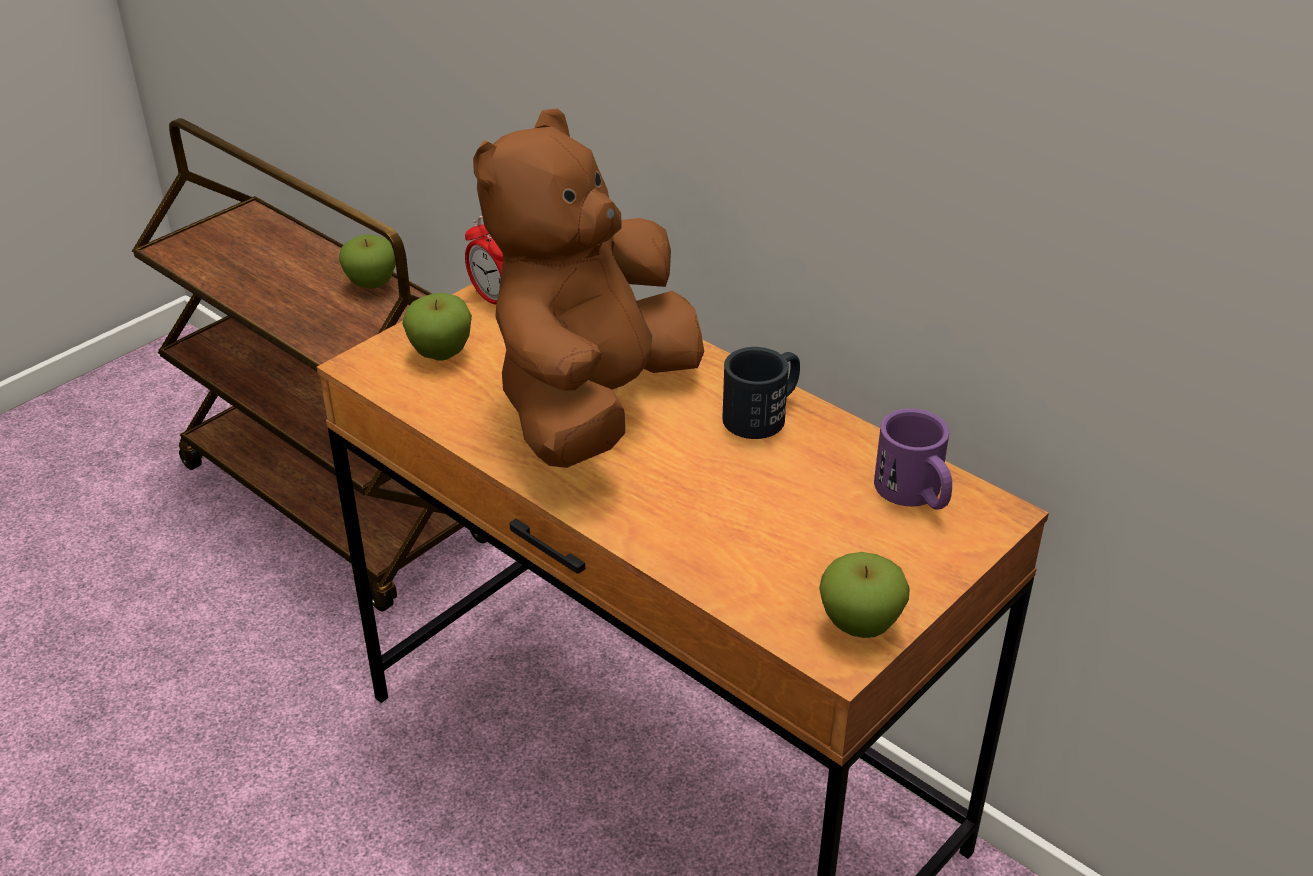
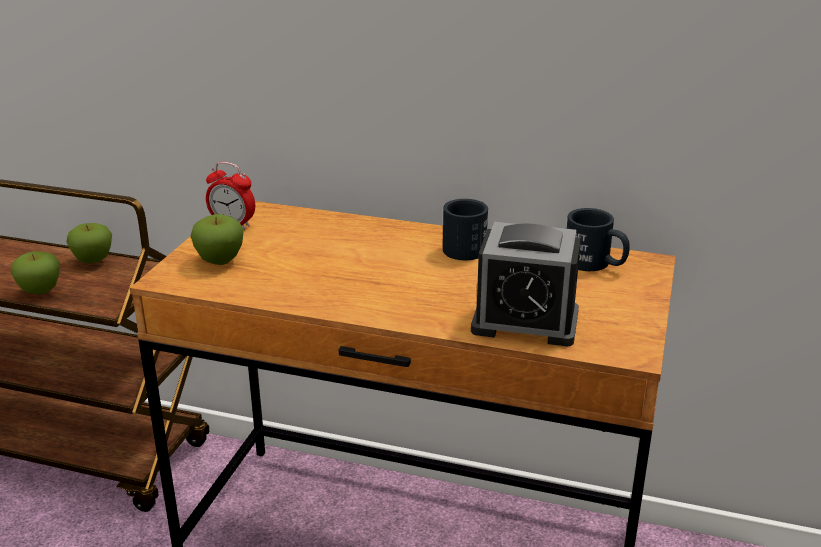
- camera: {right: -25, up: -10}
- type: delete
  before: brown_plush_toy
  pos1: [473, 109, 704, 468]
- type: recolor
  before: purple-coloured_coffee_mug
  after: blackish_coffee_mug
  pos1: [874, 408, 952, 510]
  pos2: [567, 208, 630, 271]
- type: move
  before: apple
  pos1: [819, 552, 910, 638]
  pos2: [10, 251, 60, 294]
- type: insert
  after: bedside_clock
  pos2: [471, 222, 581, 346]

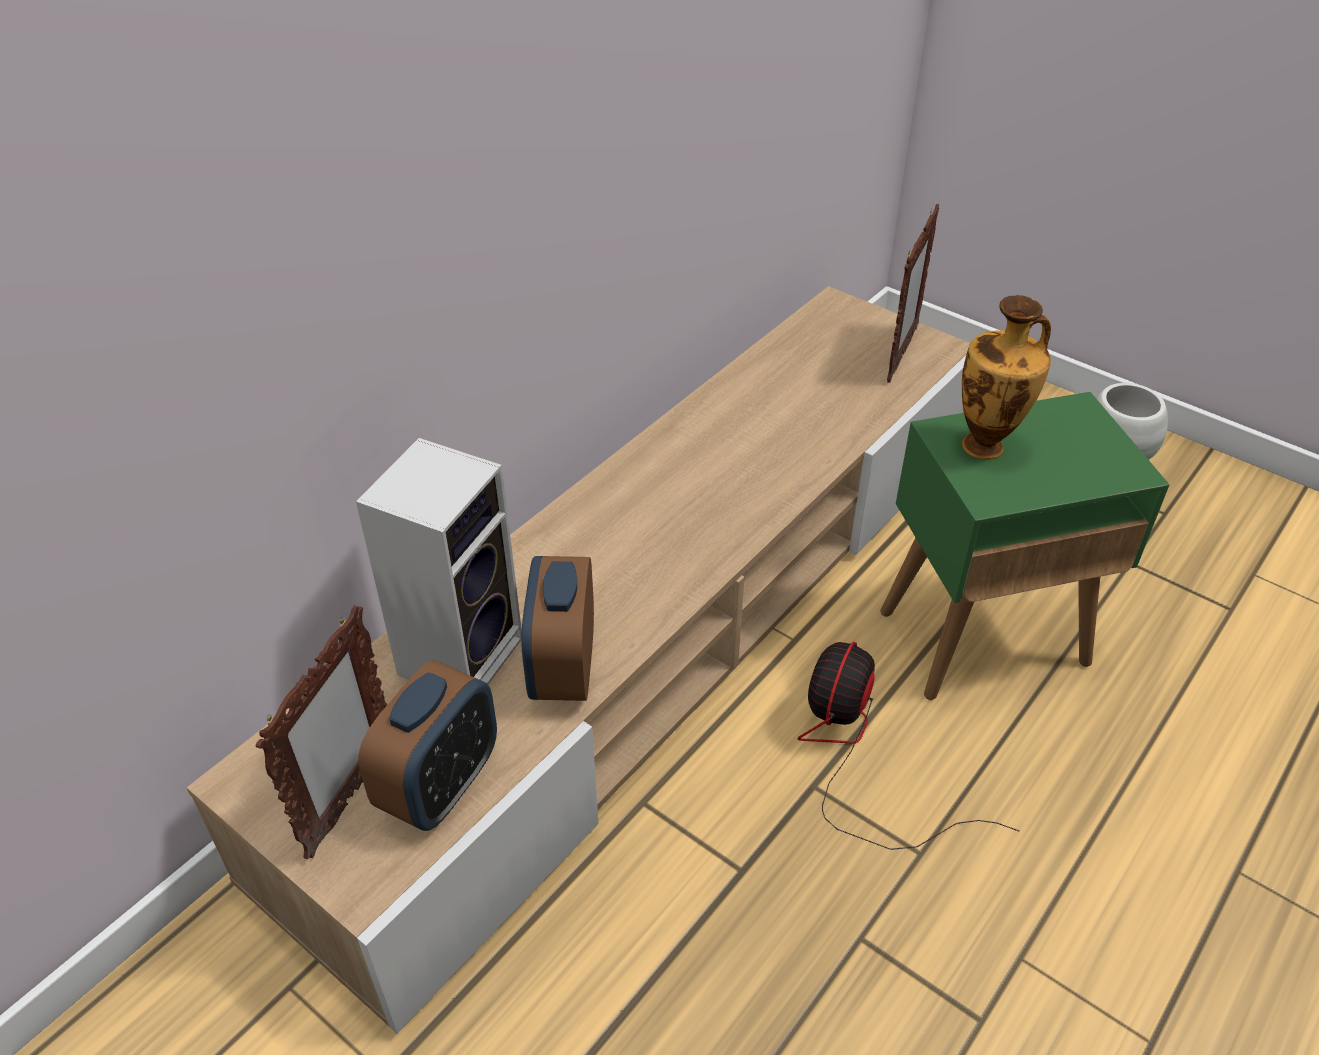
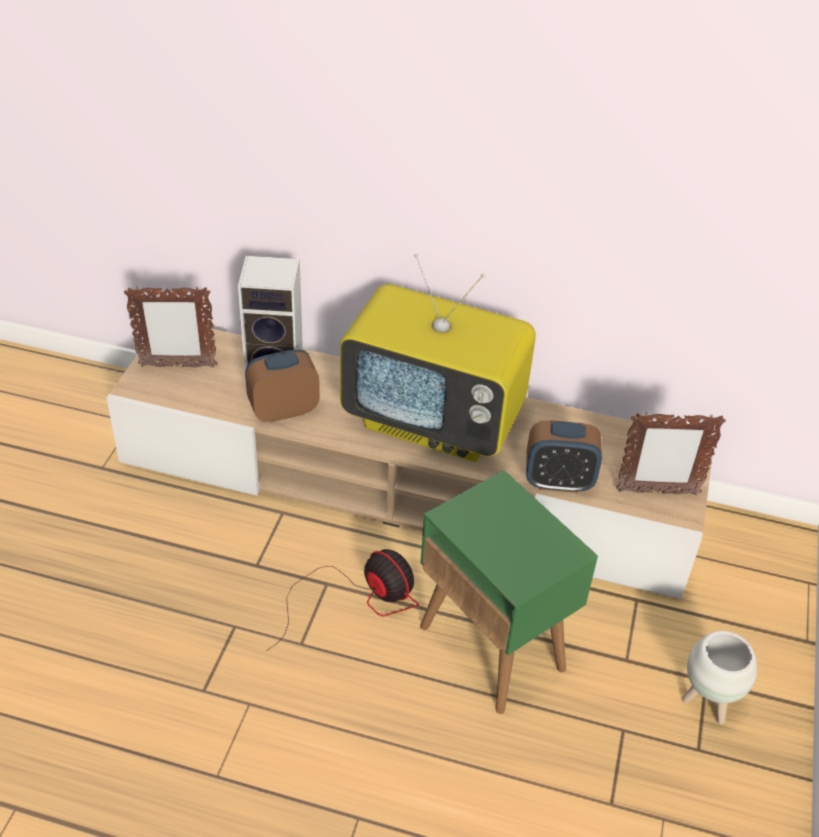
- camera: {right: 65, up: 0}
- type: delete
  before: flower_vase
  pos1: [962, 295, 1051, 460]
- type: rotate
  before: fan
  pos1: [798, 642, 1019, 850]
  pos2: [266, 549, 419, 651]
  turn: 45
- type: move
  before: bedside_clock
  pos1: [358, 660, 497, 831]
  pos2: [526, 421, 602, 493]
- type: insert
  after: television
  pos2: [340, 254, 536, 462]

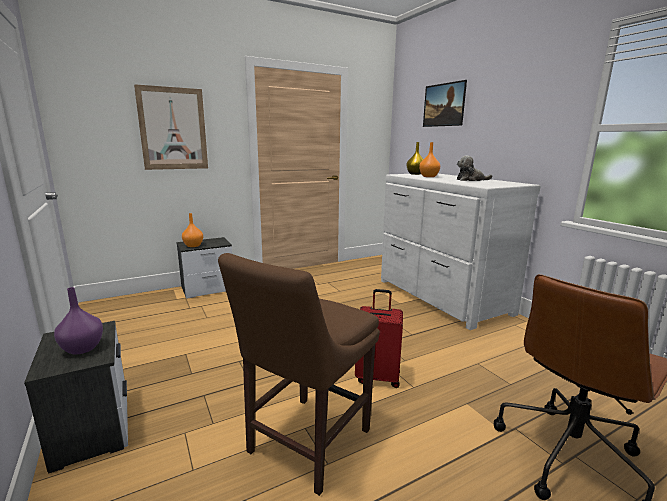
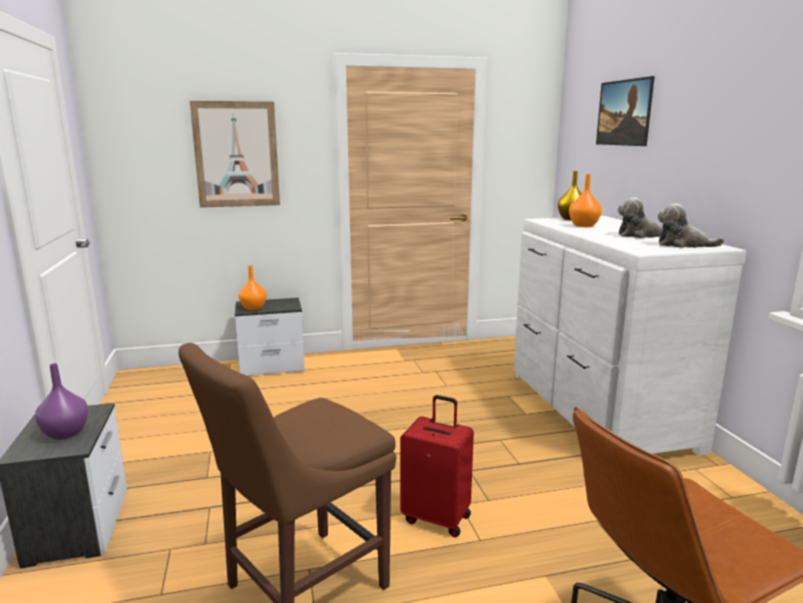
- camera: {right: 15, up: 0}
- type: insert
  after: plush_toy
  pos2: [657, 203, 724, 248]

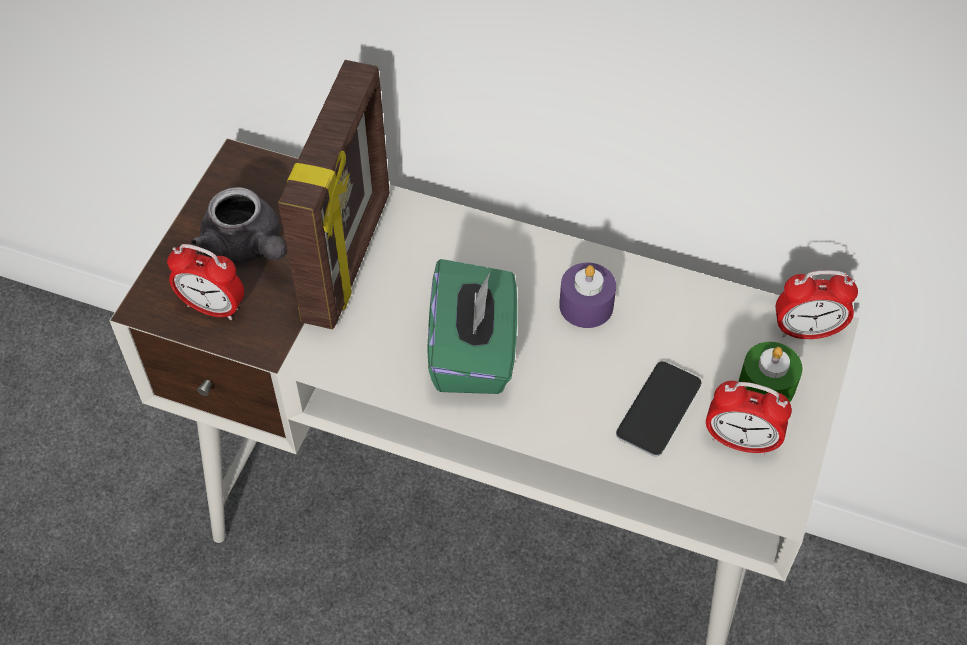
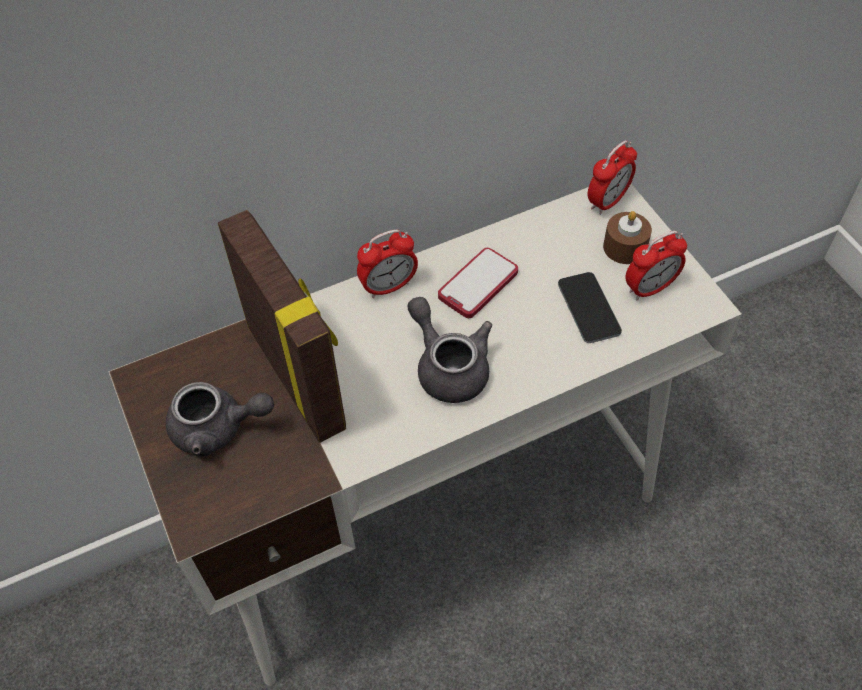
- camera: {right: -45, up: 0}
- type: move
  before: bedside_clock
  pos1: [167, 244, 244, 320]
  pos2: [357, 230, 418, 298]
- type: replace
  before: green_tissue_box
  after: grey_tea_pot
  pos1: [427, 259, 517, 394]
  pos2: [408, 297, 492, 403]
- type: replace
  before: purple-coloured_wax_light
  after: handset
  pos1: [559, 263, 616, 328]
  pos2: [438, 248, 518, 318]
- type: recolor
  before: green_wax_light
  after: brown_wax_light
  pos1: [739, 342, 802, 402]
  pos2: [603, 211, 652, 264]

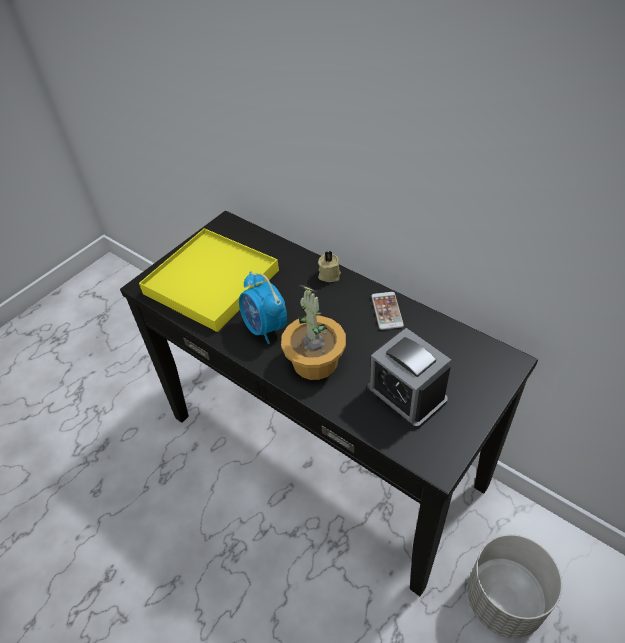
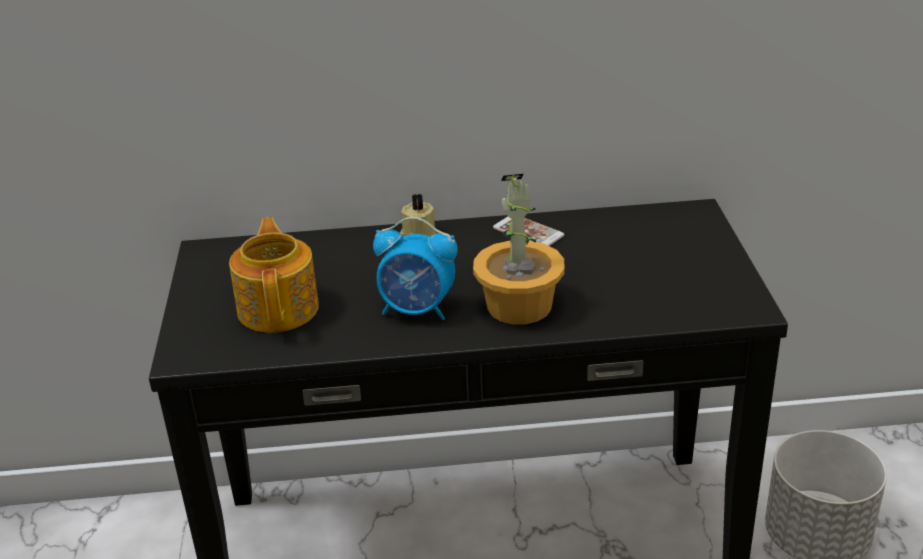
- camera: {right: -45, up: -15}
- type: replace
  before: yellow-coloured_tray
  after: tea_pot
  pos1: [139, 228, 279, 332]
  pos2: [229, 217, 319, 333]
- type: delete
  before: bedside_clock
  pos1: [367, 328, 451, 429]

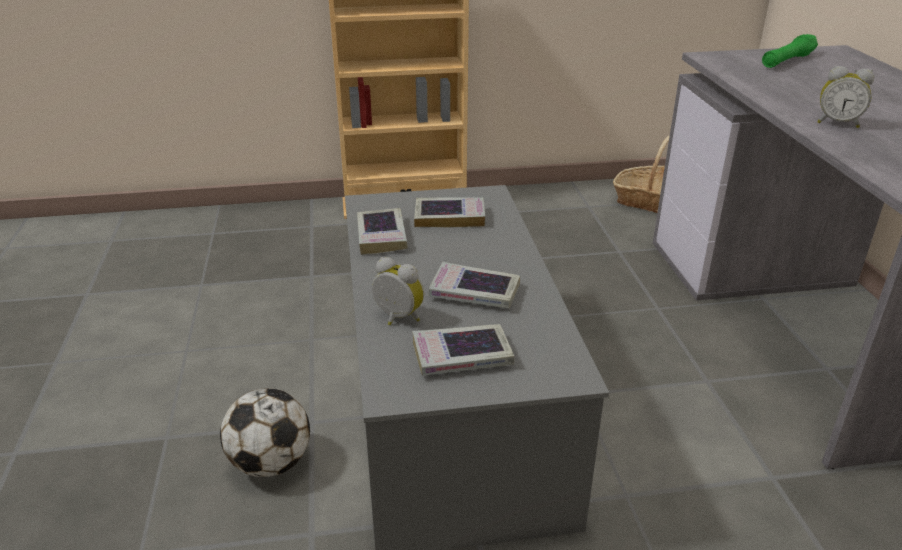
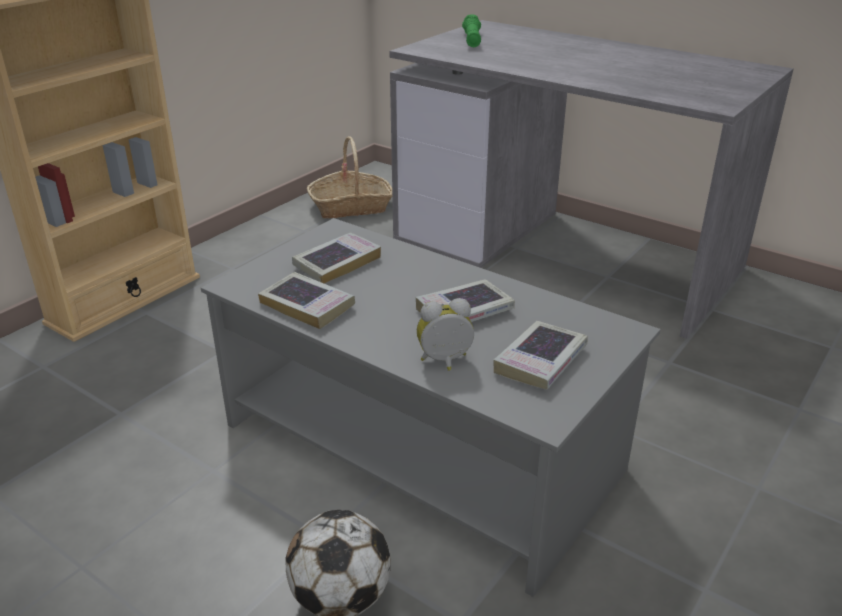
- camera: {right: -45, up: 0}
- type: delete
  before: bedside_clock
  pos1: [817, 66, 874, 128]

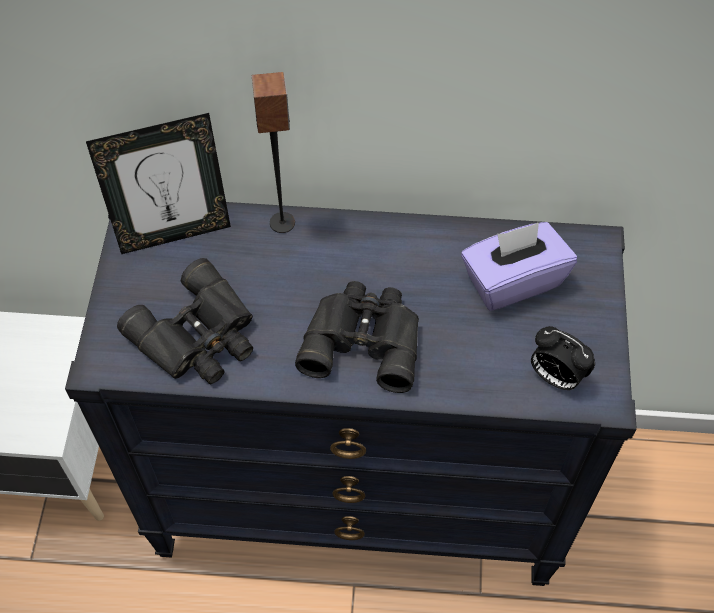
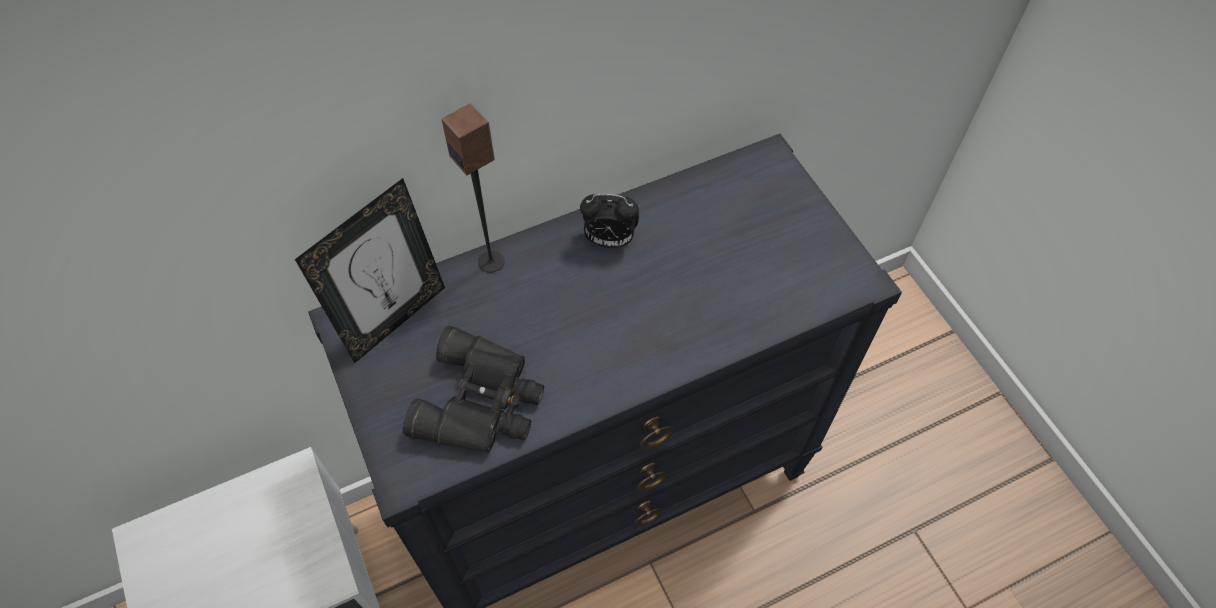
- camera: {right: -30, up: 0}
- type: delete
  before: purple-coloured_tissue_box
  pos1: [461, 222, 577, 311]
- type: delete
  before: blackish_binoculars
  pos1: [295, 281, 419, 393]
- type: move
  before: bedside_clock
  pos1: [531, 326, 595, 390]
  pos2: [580, 194, 639, 248]

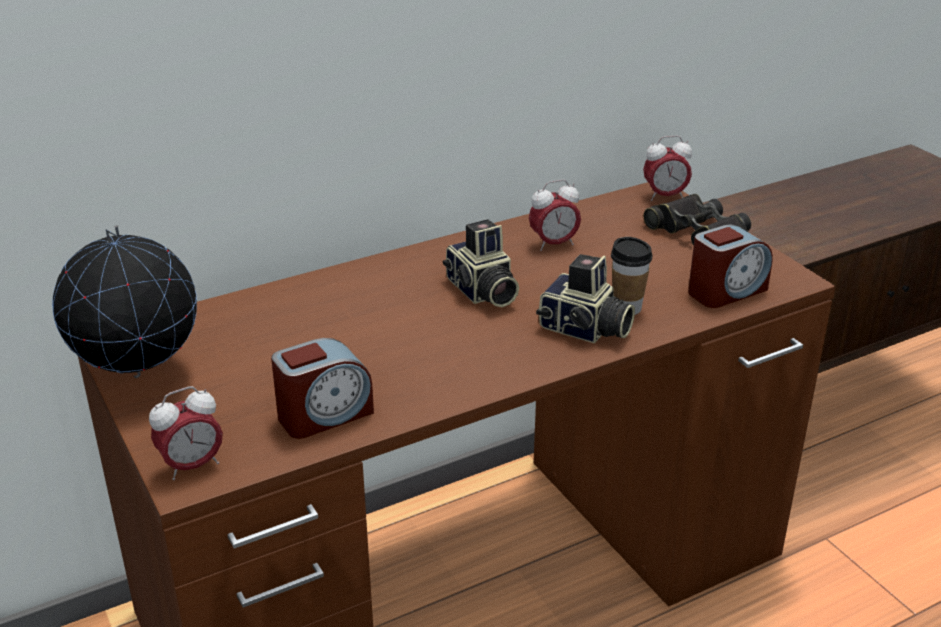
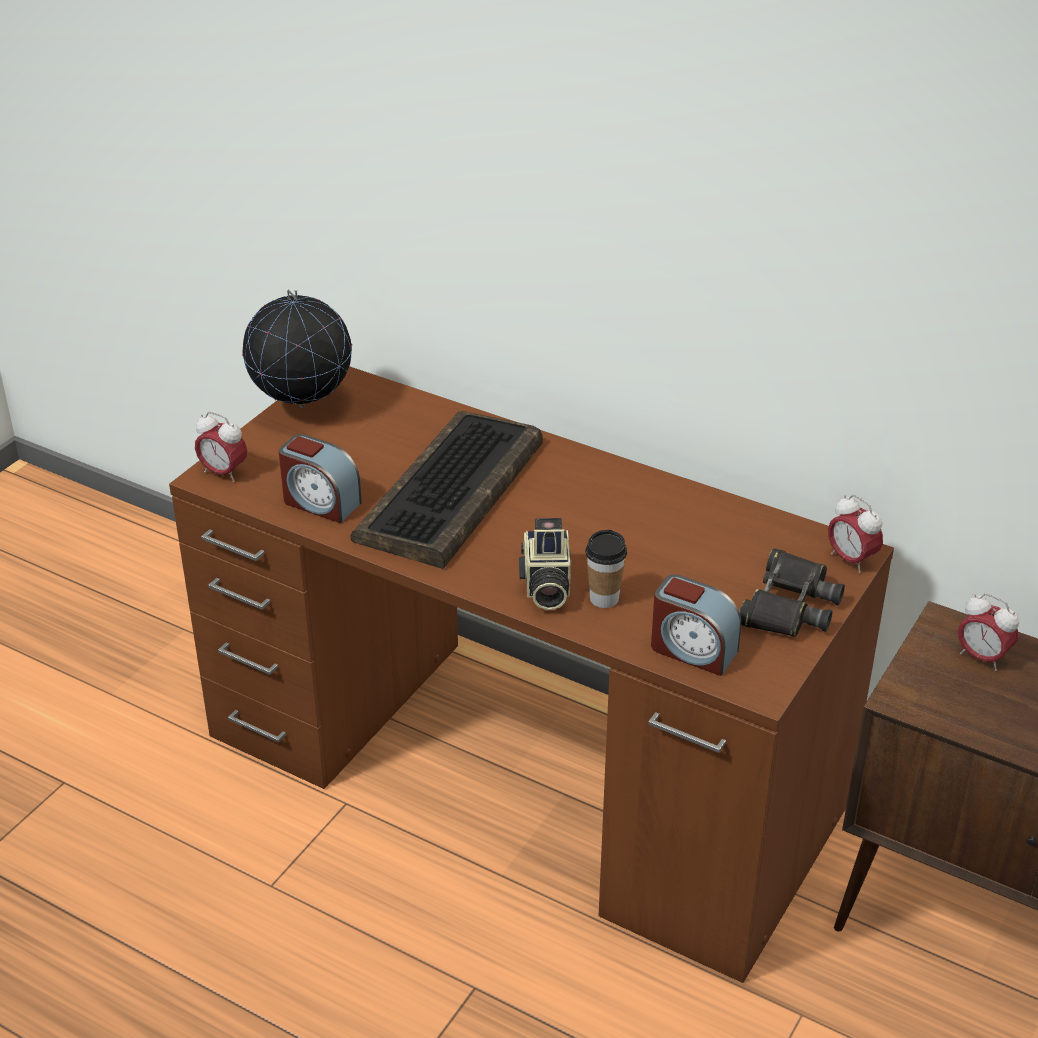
- camera: {right: 60, up: 5}
- type: move
  before: bedside_clock
  pos1: [529, 179, 581, 251]
  pos2: [958, 593, 1019, 671]
- type: delete
  before: photo_camera
  pos1: [443, 219, 519, 307]
- type: insert
  after: PC_keyboard
  pos2: [351, 411, 543, 569]

